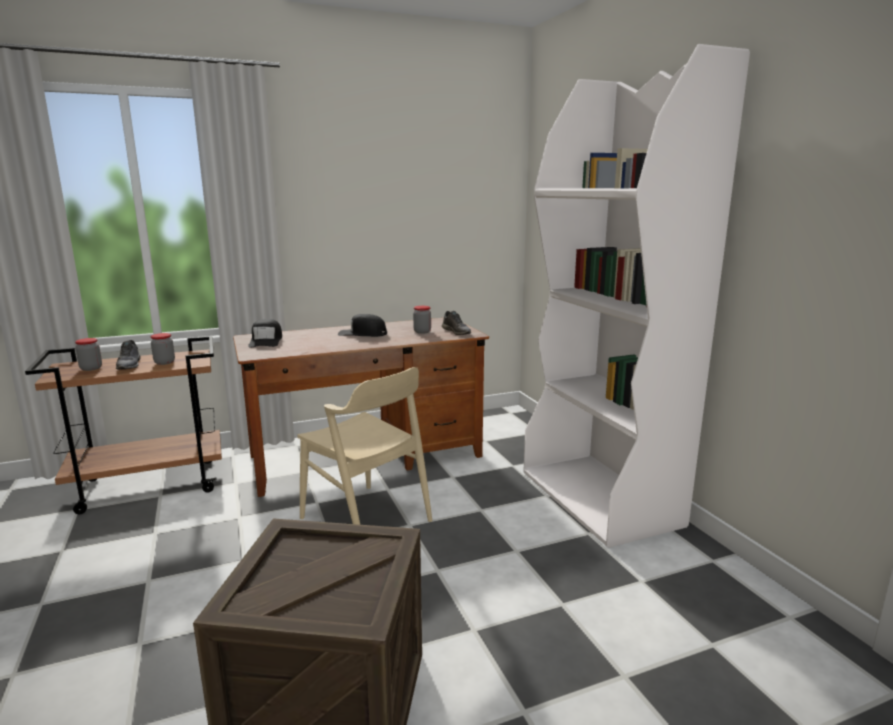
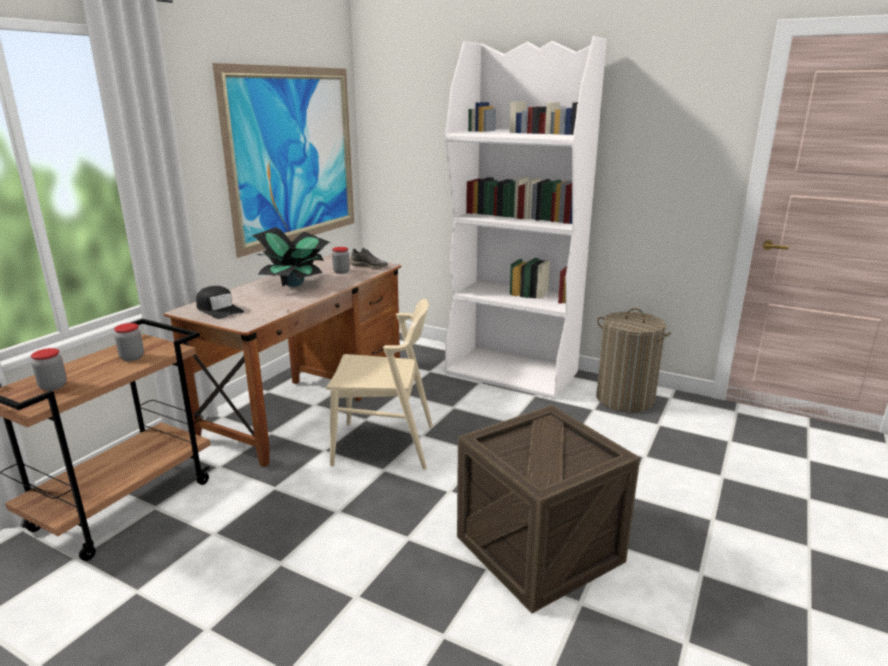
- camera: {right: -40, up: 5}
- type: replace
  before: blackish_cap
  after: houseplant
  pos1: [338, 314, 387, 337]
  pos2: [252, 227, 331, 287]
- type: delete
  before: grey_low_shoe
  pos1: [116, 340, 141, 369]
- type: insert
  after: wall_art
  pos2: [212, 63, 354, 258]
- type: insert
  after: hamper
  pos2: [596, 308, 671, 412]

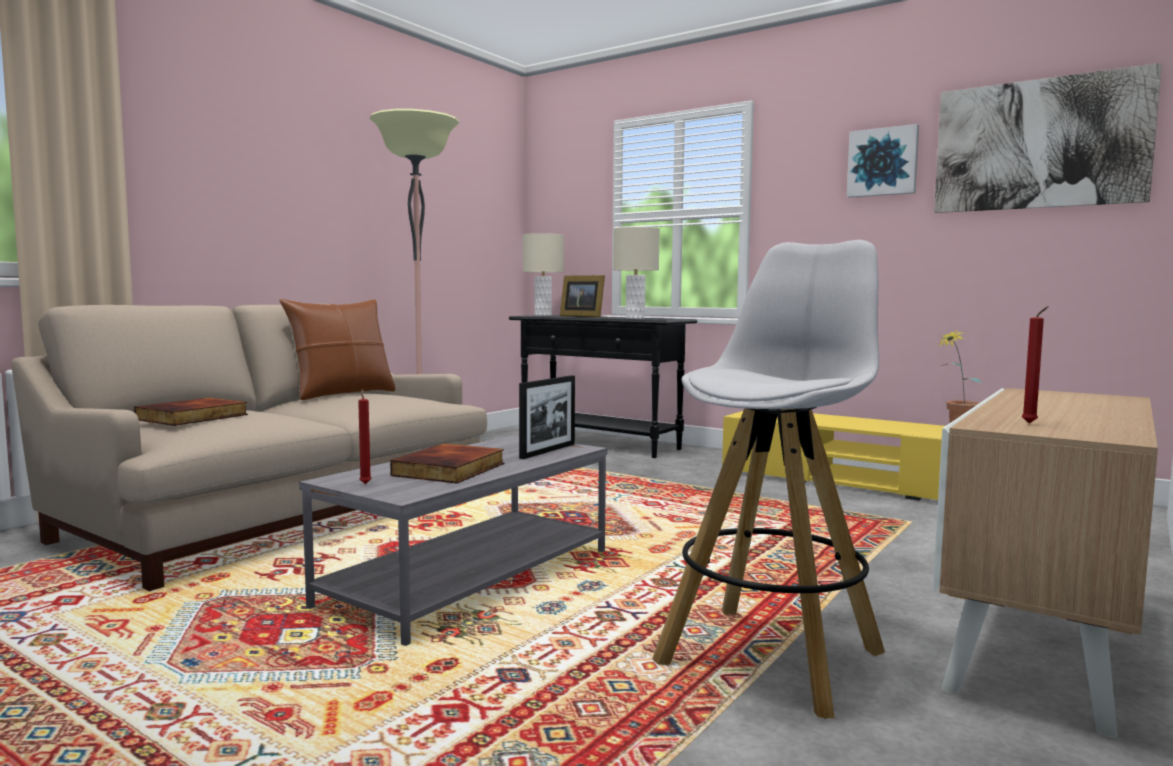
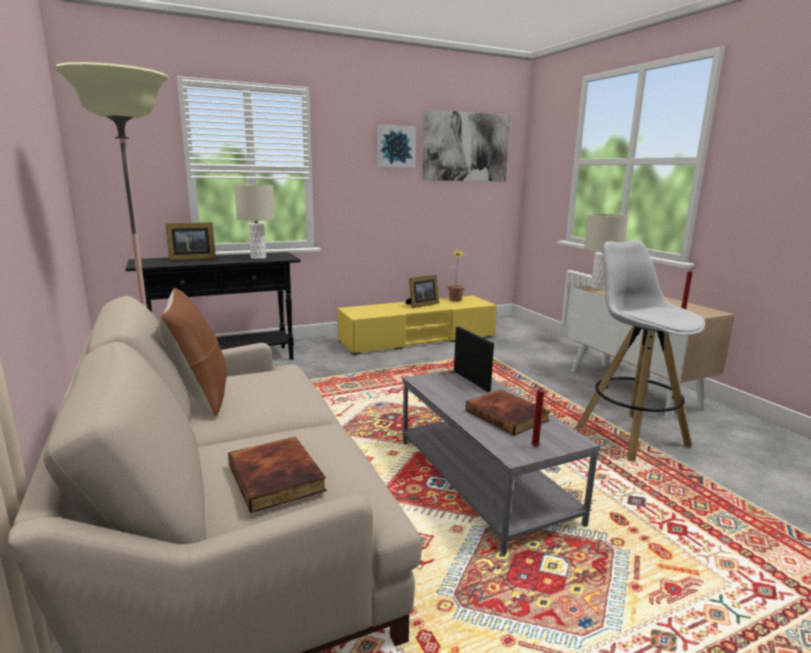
- camera: {right: -60, up: 10}
- type: move
  before: sand-coloured_lamp_for_a_table
  pos1: [522, 233, 564, 316]
  pos2: [584, 214, 629, 290]
- type: insert
  after: standing_frame
  pos2: [406, 274, 439, 308]

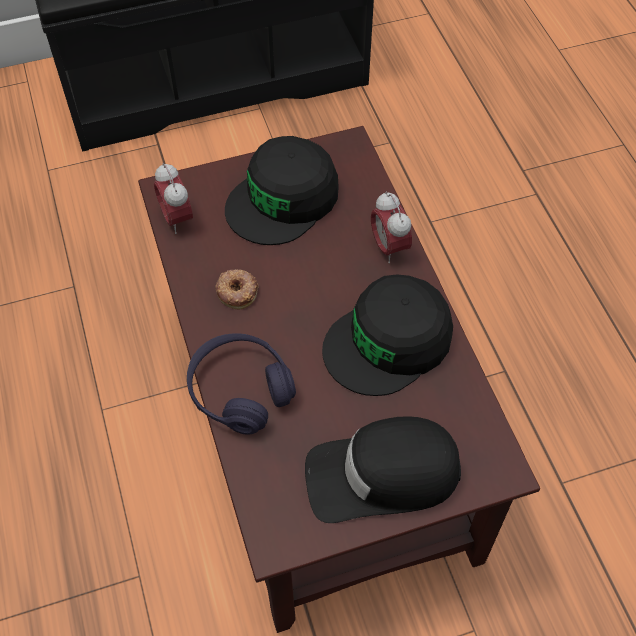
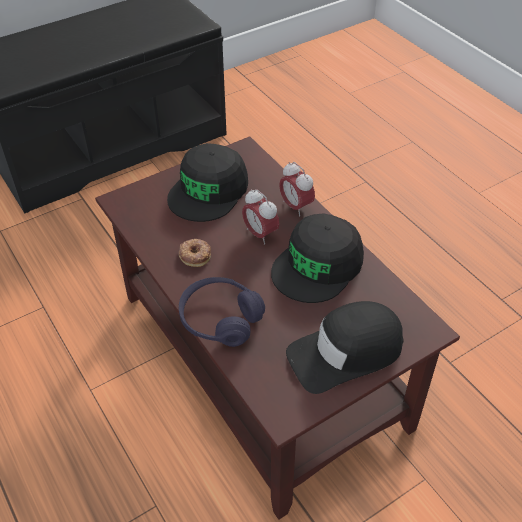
- camera: {right: -15, up: -10}
- type: move
  before: bedside_clock
  pos1: [154, 163, 193, 234]
  pos2: [242, 189, 279, 245]

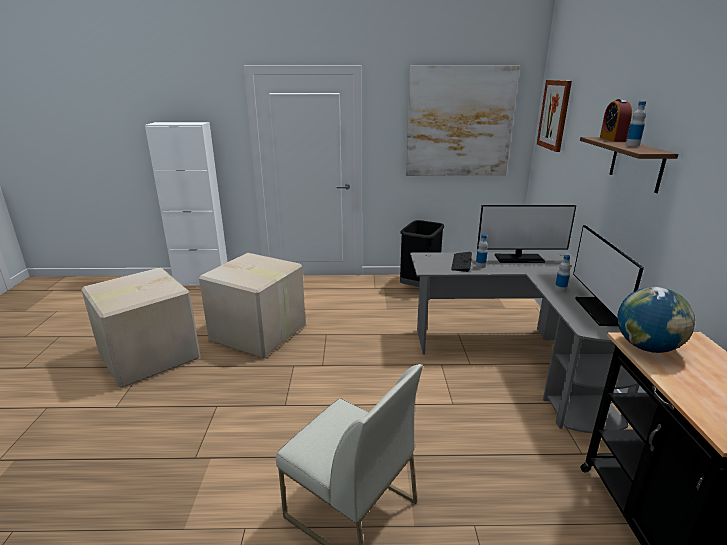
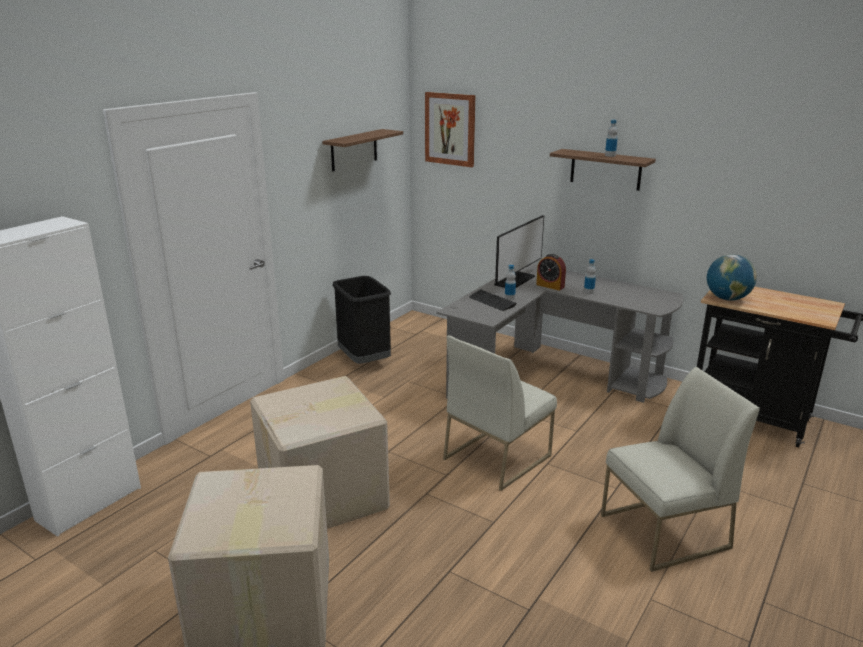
- camera: {right: -55, up: 0}
- type: replace
  before: wall_art
  after: shelf
  pos1: [406, 65, 520, 176]
  pos2: [322, 129, 403, 171]
- type: move
  before: bedside_clock
  pos1: [600, 99, 632, 142]
  pos2: [536, 254, 566, 290]
- type: delete
  before: monitor
  pos1: [573, 225, 644, 326]
- type: insert
  after: white-coloured_upright_chair
  pos2: [443, 336, 557, 491]

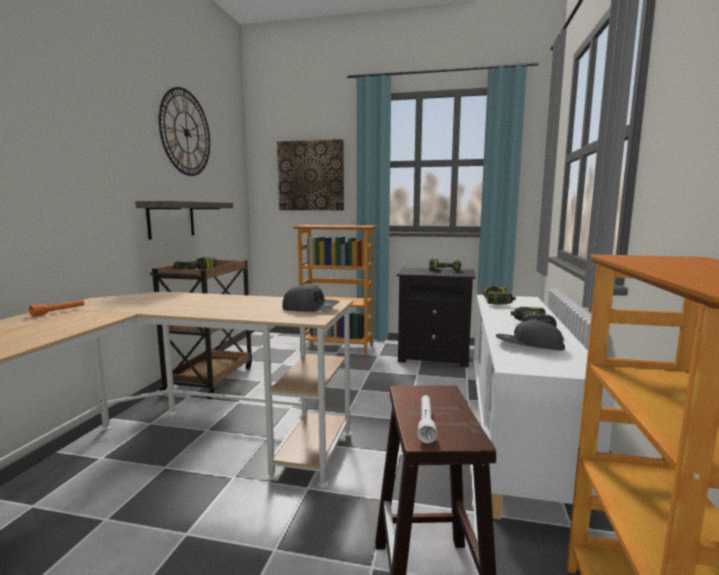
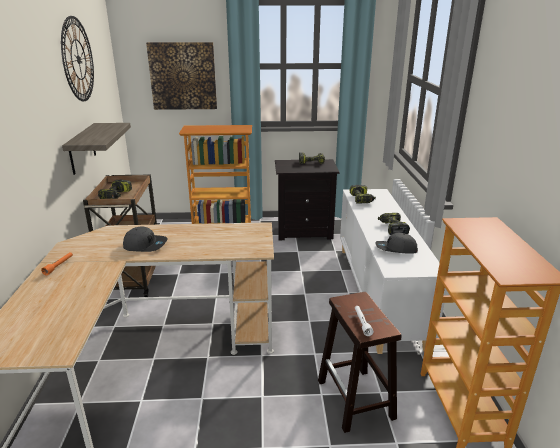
- camera: {right: -15, up: 15}
- type: move
  before: grey_cap
  pos1: [282, 284, 340, 312]
  pos2: [123, 226, 167, 252]

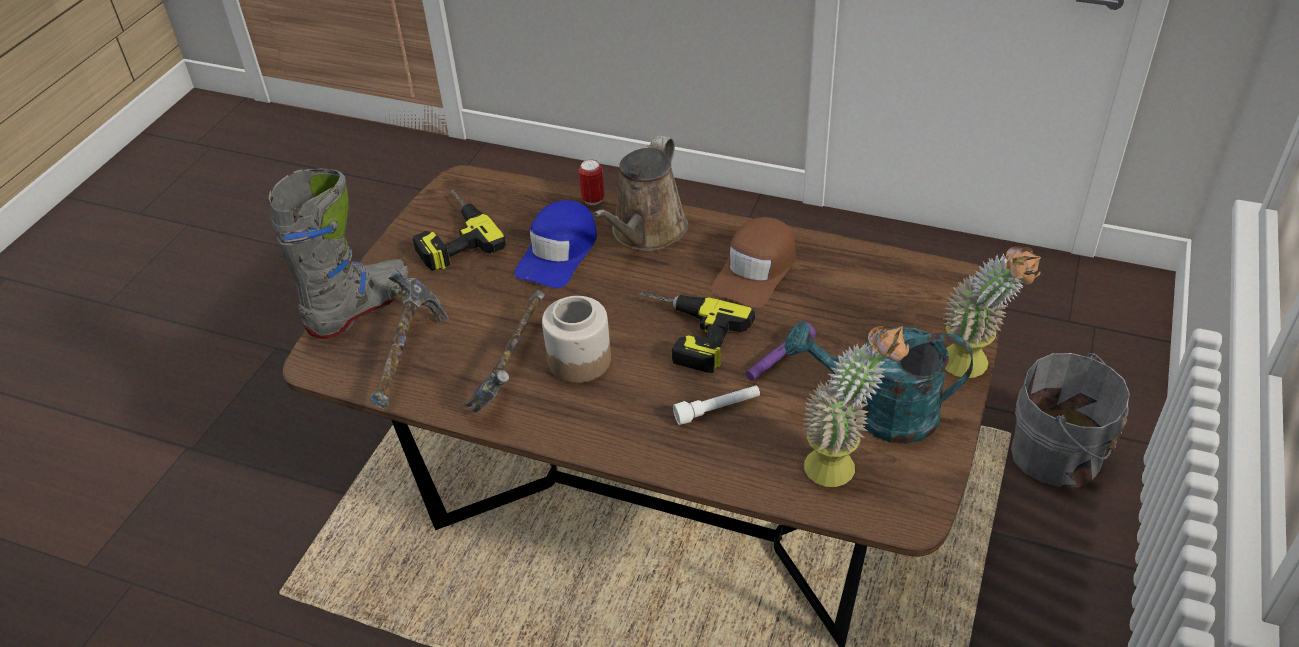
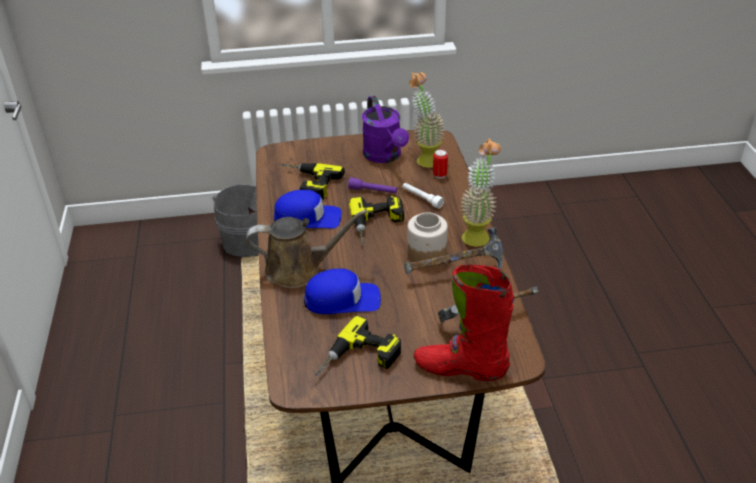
- camera: {right: -120, up: -5}
- type: move
  before: metal_can
  pos1: [579, 159, 604, 205]
  pos2: [433, 149, 448, 179]
- type: recolor
  before: grey_boot
  after: red-coloured_boot
  pos1: [268, 169, 409, 338]
  pos2: [414, 264, 514, 381]
- type: recolor
  before: brown_cap
  after: bluish_cap
  pos1: [711, 217, 796, 308]
  pos2: [274, 190, 342, 228]
- type: move
  before: houseplant
  pos1: [944, 246, 1041, 378]
  pos2: [460, 138, 501, 247]
- type: recolor
  before: blue-green_watering_can
  after: purple-coloured_watering_can
  pos1: [785, 322, 973, 444]
  pos2: [362, 96, 409, 163]
- type: insert
  after: electric_drill
  pos2: [279, 163, 345, 200]

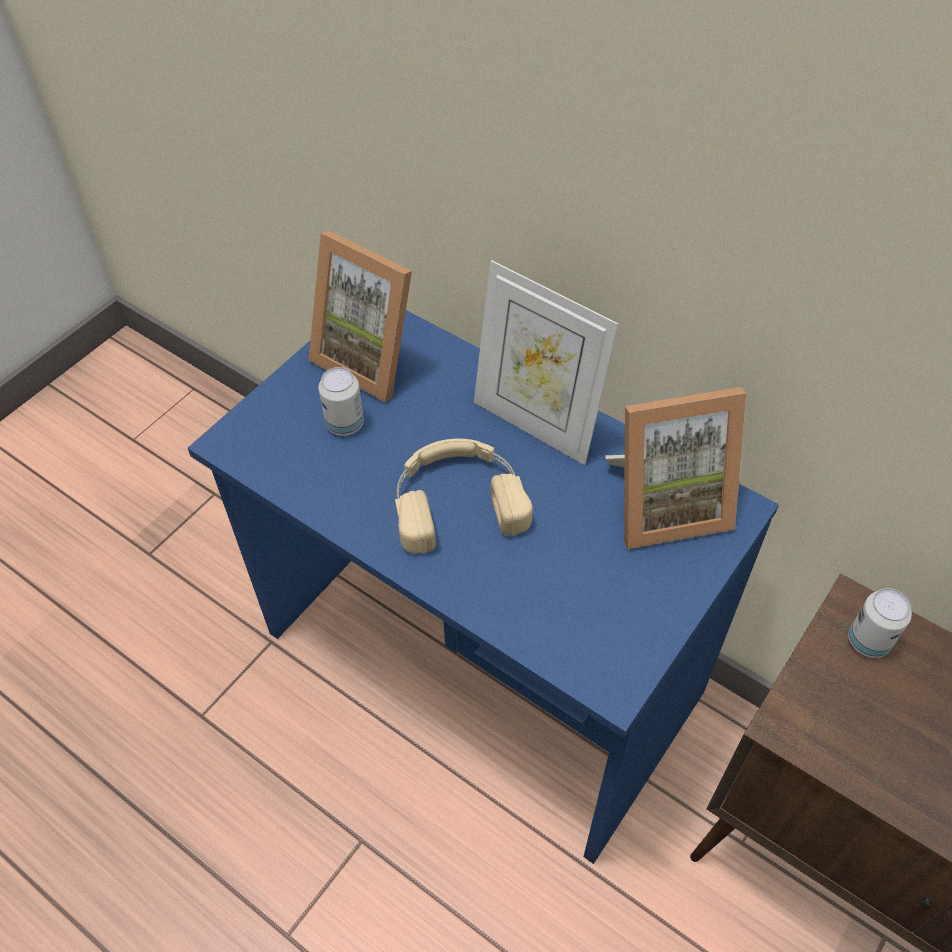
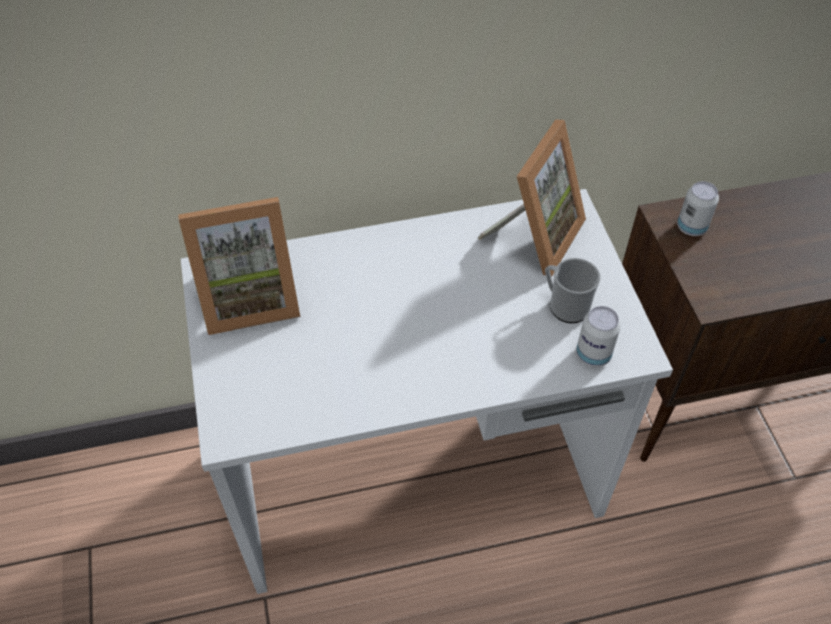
- camera: {right: -50, up: 0}
- type: delete
  before: standing_frame
  pos1: [474, 260, 619, 465]
- type: recolor
  before: bluish_desk_table
  after: white-coloured_desk_table
  pos1: [188, 310, 779, 864]
  pos2: [181, 189, 673, 594]
- type: move
  before: metal_can
  pos1: [318, 367, 364, 436]
  pos2: [576, 306, 621, 367]
- type: delete
  before: sand-coloured_headset
  pos1: [395, 438, 533, 554]
- type: insert
  after: coffee_mug
  pos2: [545, 258, 600, 323]

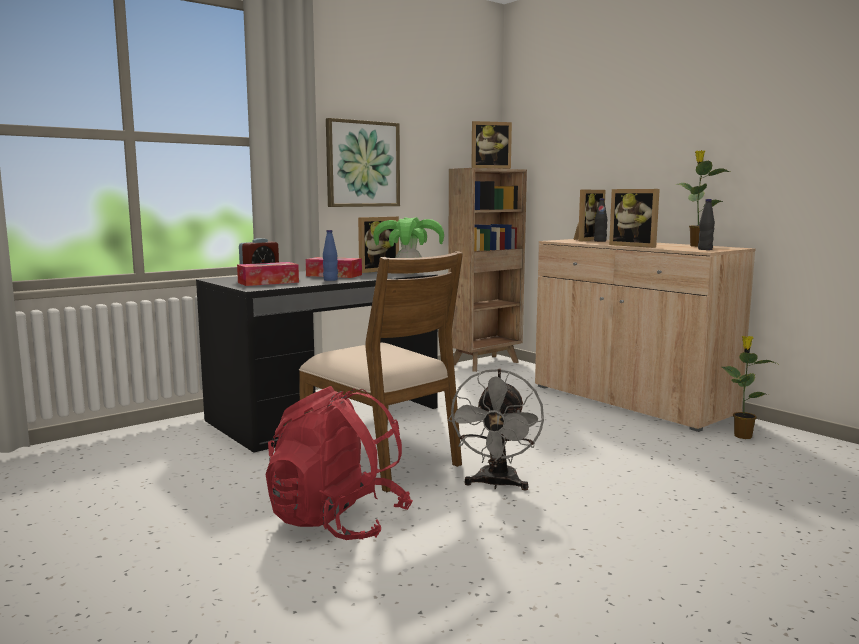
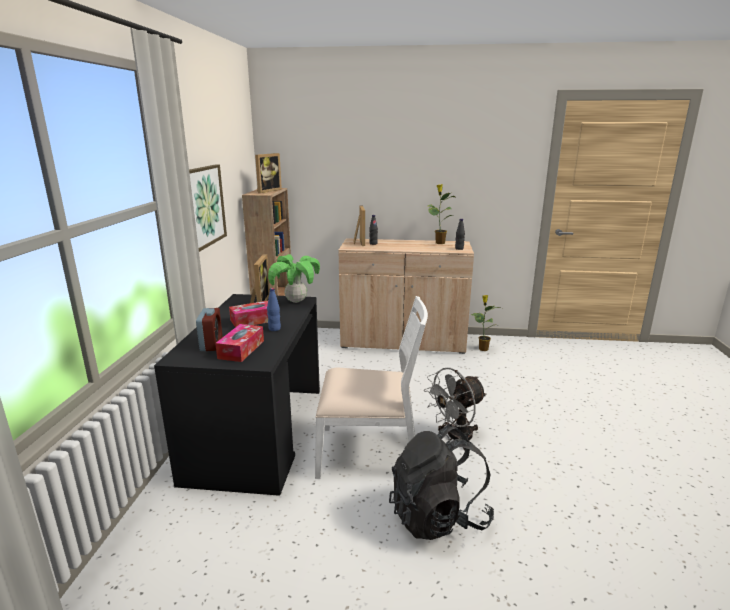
- camera: {right: -45, up: 10}
- type: delete
  before: standing_frame
  pos1: [609, 189, 660, 248]
- type: recolor
  before: brown_upright_chair
  after: white-coloured_upright_chair
  pos1: [299, 251, 463, 492]
  pos2: [315, 296, 428, 479]
- type: rotate
  before: grey_fan
  pos1: [448, 369, 544, 491]
  pos2: [424, 368, 487, 450]
  turn: 90
- type: recolor
  before: red-coloured_knapsack
  after: blackish_knapsack
  pos1: [266, 386, 413, 540]
  pos2: [389, 424, 494, 540]

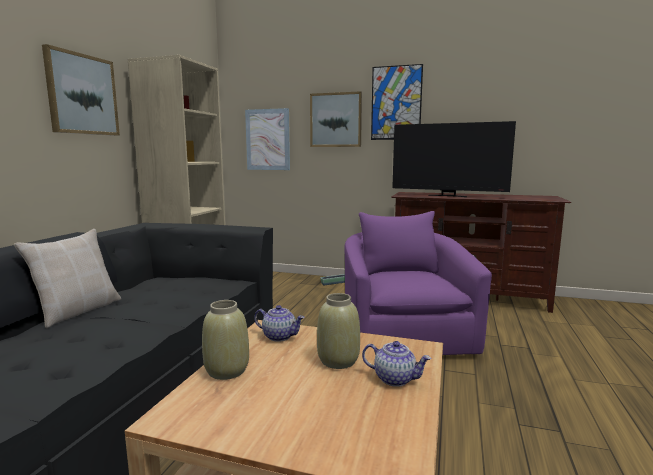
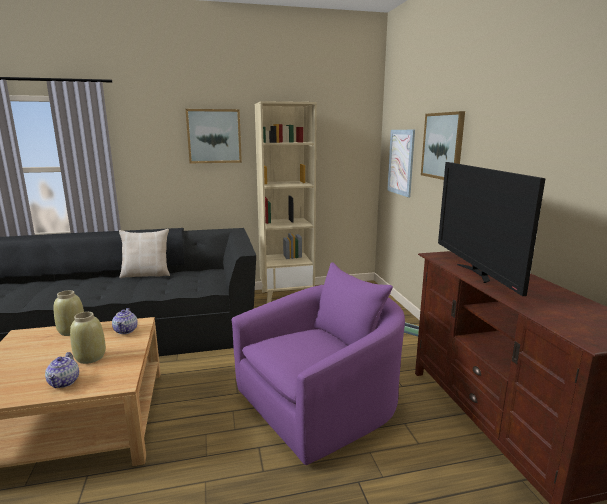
- camera: {right: 60, up: 5}
- type: delete
  before: wall_art
  pos1: [371, 64, 423, 140]

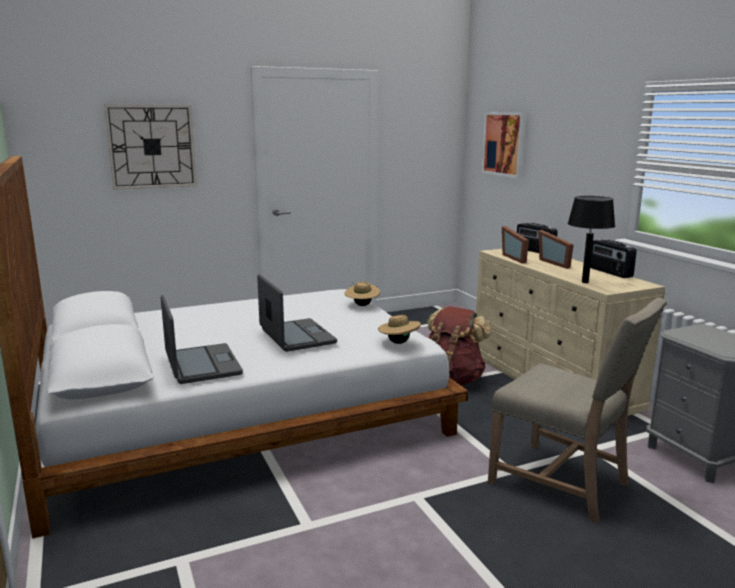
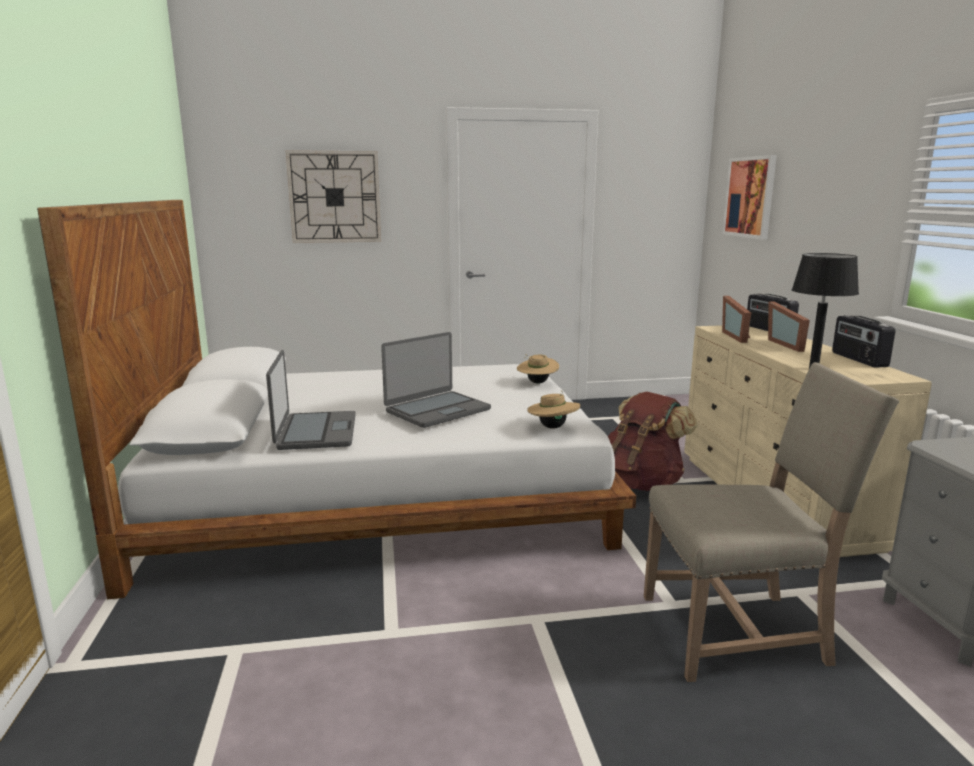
- camera: {right: 15, up: 0}
- type: rotate
  before: laptop
  pos1: [257, 274, 337, 352]
  pos2: [381, 332, 491, 428]
  turn: 60
- type: rotate
  before: sand-coloured_upright_chair
  pos1: [488, 297, 667, 523]
  pos2: [644, 362, 899, 682]
  turn: -60

